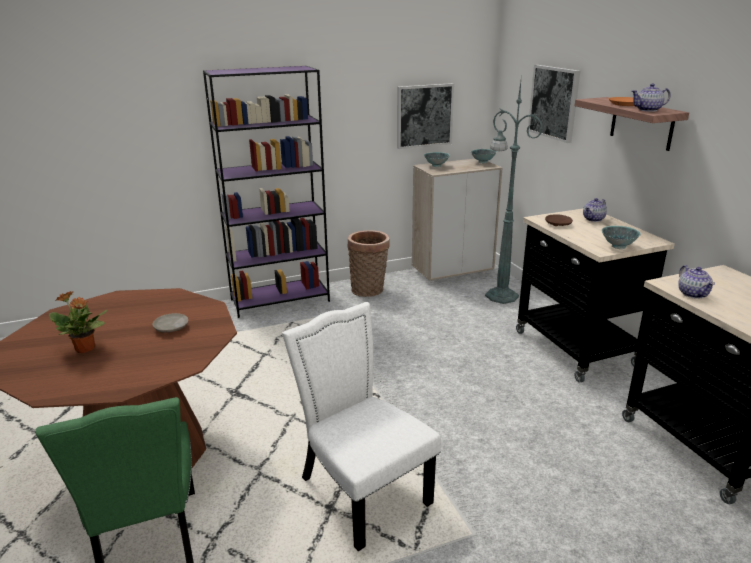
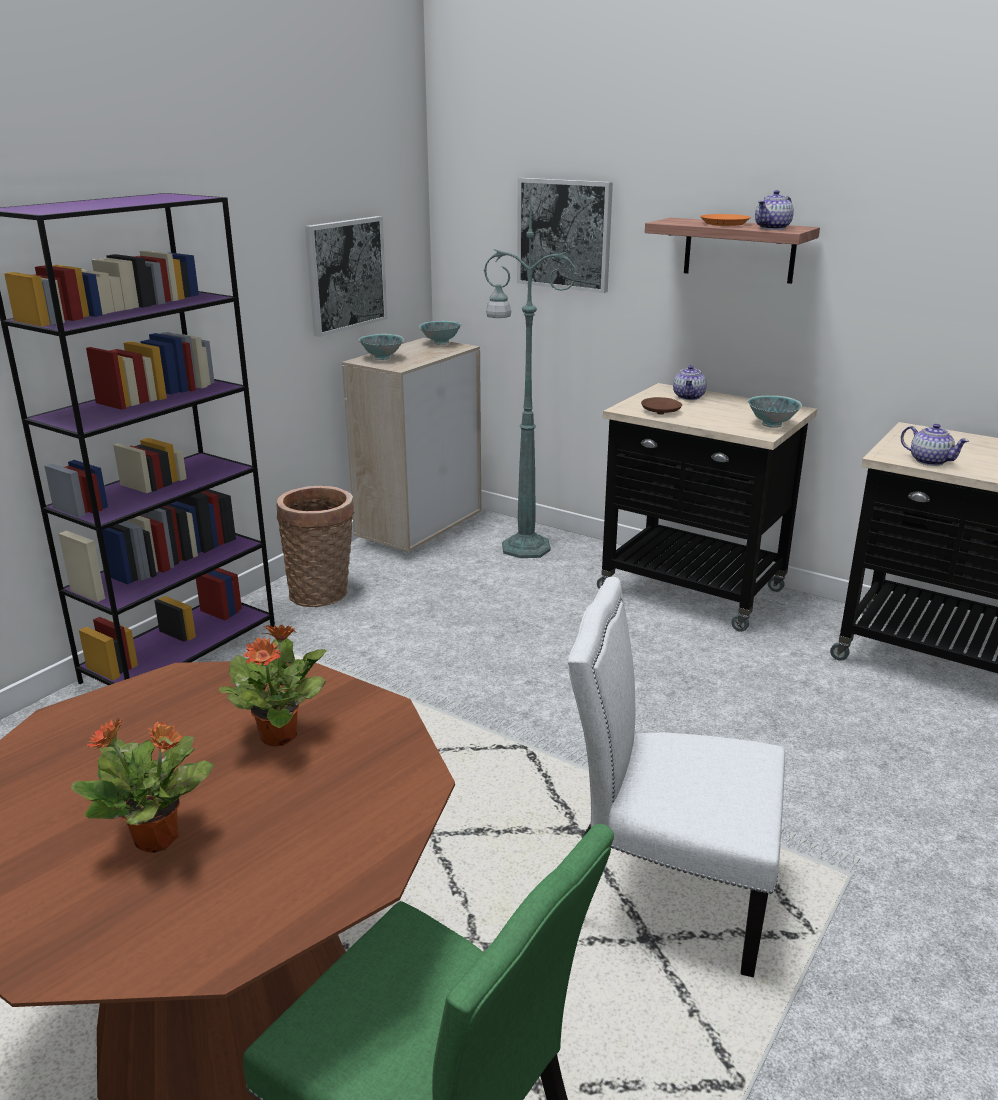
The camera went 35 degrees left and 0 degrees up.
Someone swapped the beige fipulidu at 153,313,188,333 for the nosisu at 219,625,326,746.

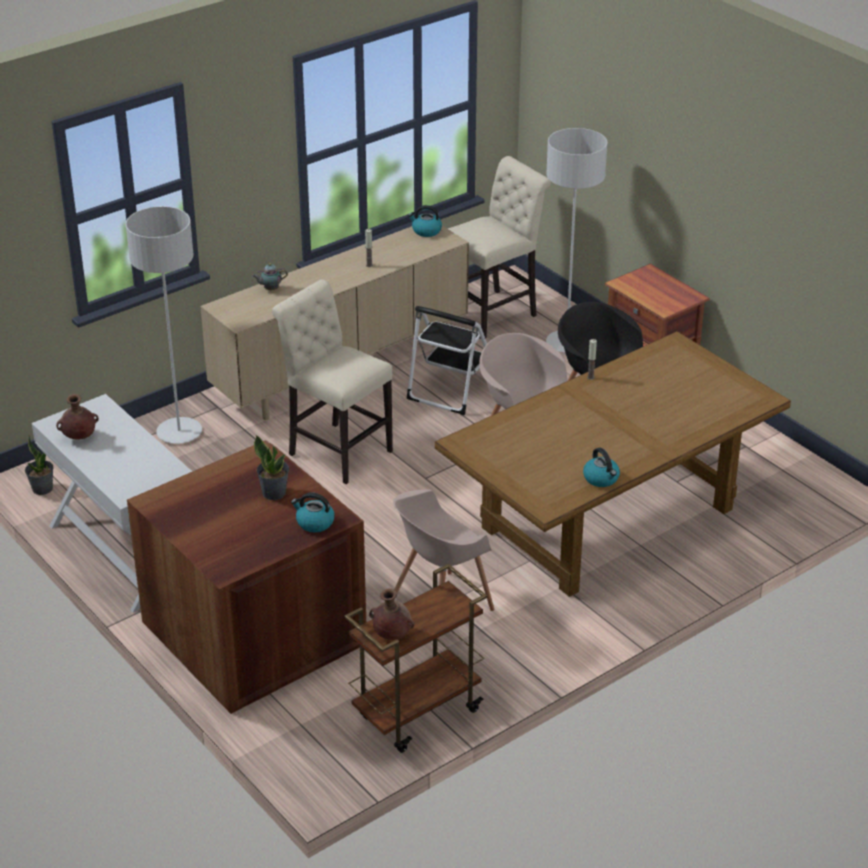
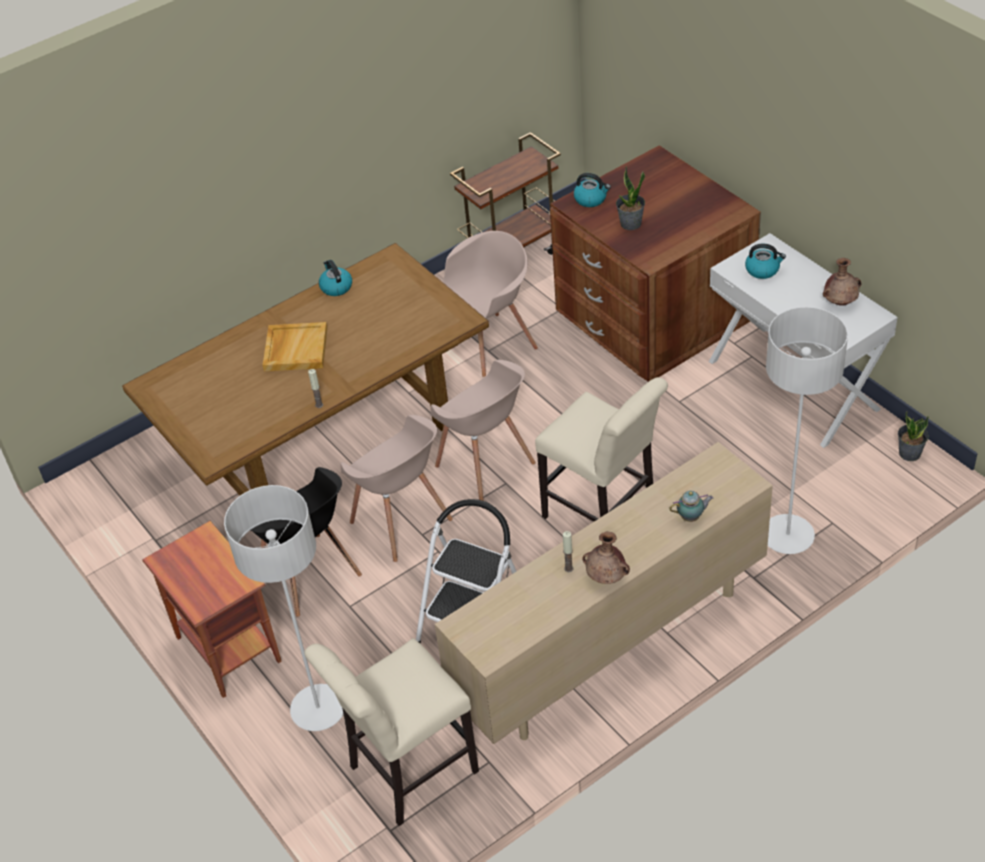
The camera went 175 degrees left and 10 degrees up.
Someone carried the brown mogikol from 369,588,415,640 to 582,532,630,584.
Someone carried the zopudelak from 408,205,442,237 to 745,244,786,279.
Someone put down the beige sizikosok at 263,322,327,371.
Someone put down the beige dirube at 430,360,536,501.

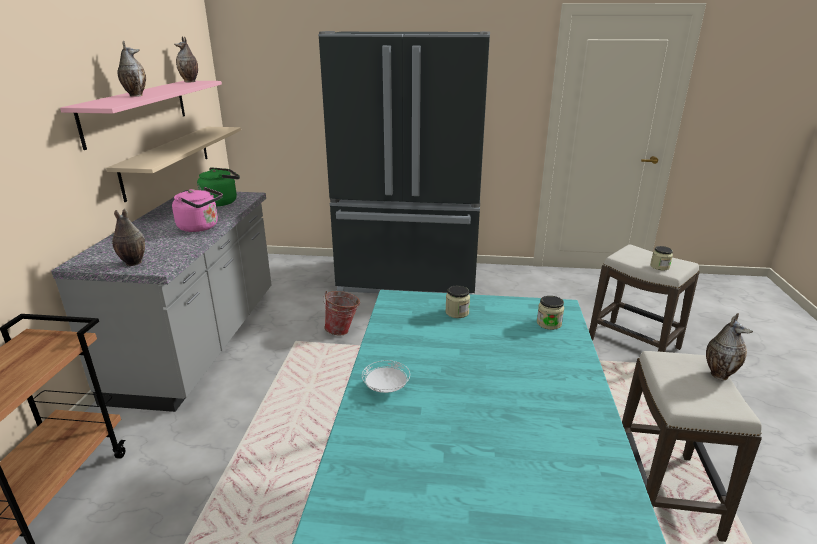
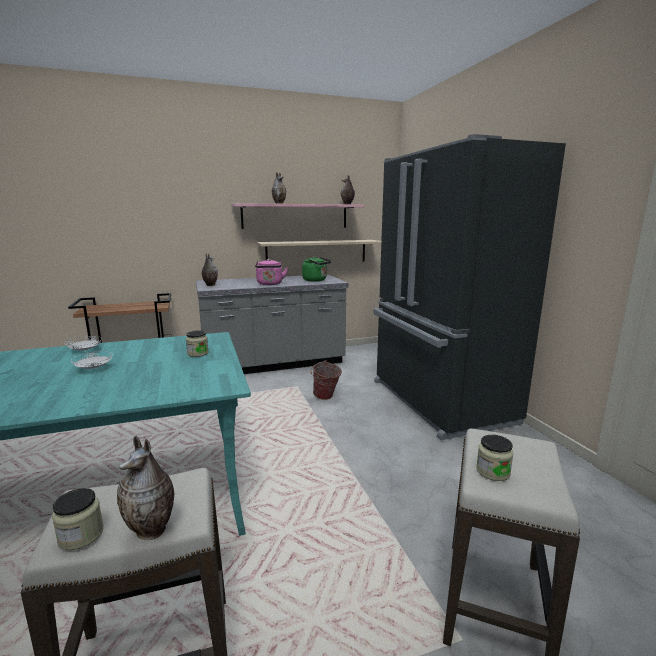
The camera went 65 degrees right and 10 degrees down.
Someone carried the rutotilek from 537,296,564,330 to 52,488,104,550.
Someone put down the white fipulidu at 70,351,113,369.

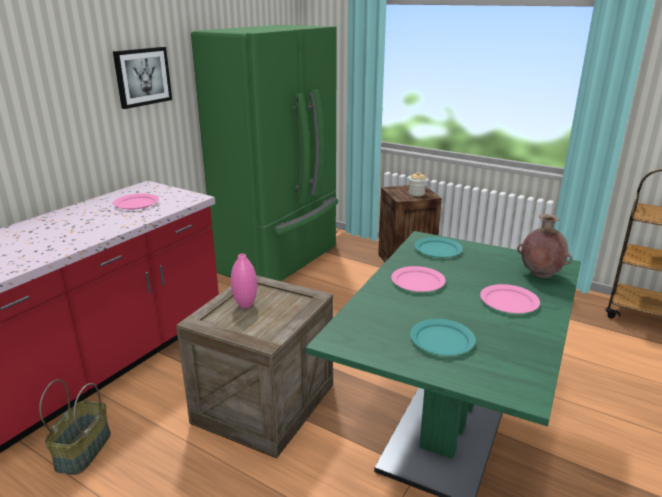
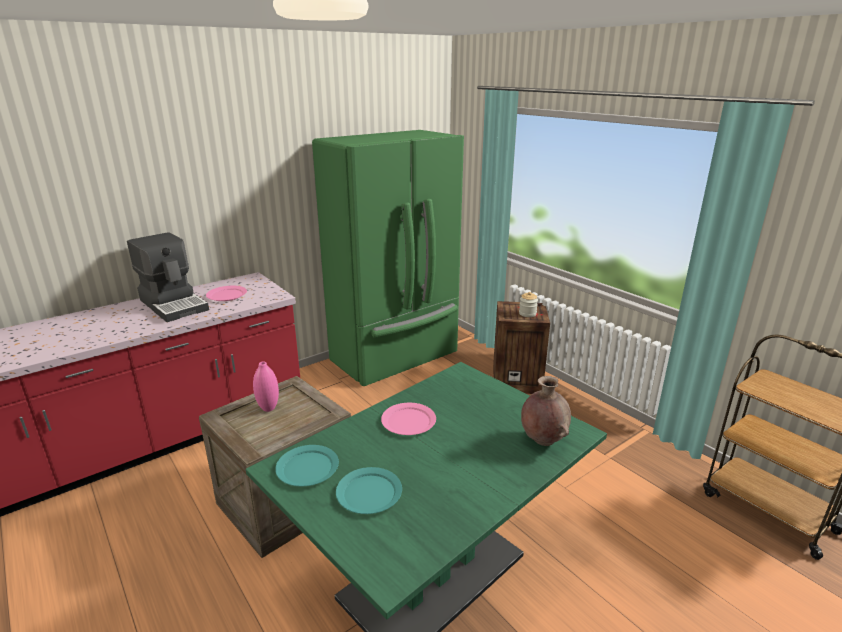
The camera went 20 degrees right and 0 degrees up.
Someone took away the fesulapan at 39,379,111,475.
Someone took away the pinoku at 113,47,172,109.
Someone carried the turquoise fipulidu from 414,237,463,258 to 275,445,339,486.
Someone took away the pink fipulidu at 480,284,540,313.
Someone put down the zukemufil at 127,232,209,322.

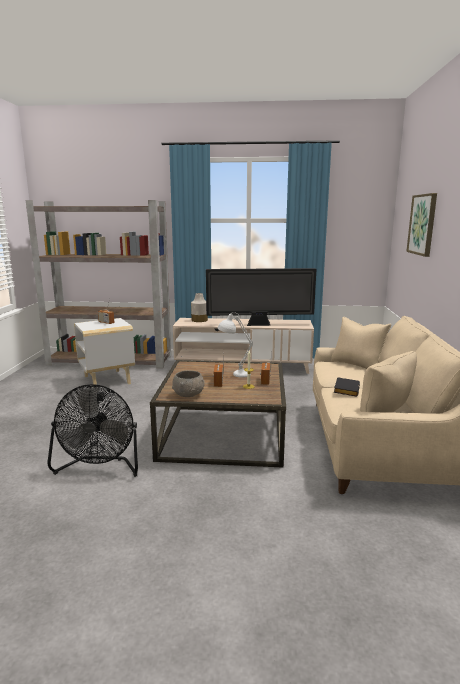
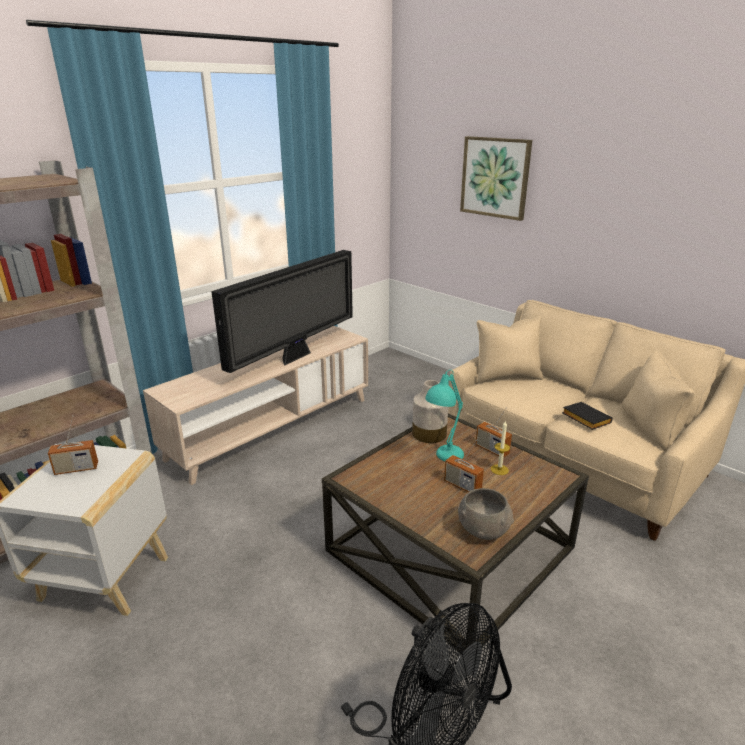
The camera went 50 degrees left and 10 degrees up.
Someone carried the beige mogikol from 191,293,208,322 to 412,380,448,443.
Someone repainted the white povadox at 218,312,253,378, which became the turquoise povadox at 425,370,464,461.

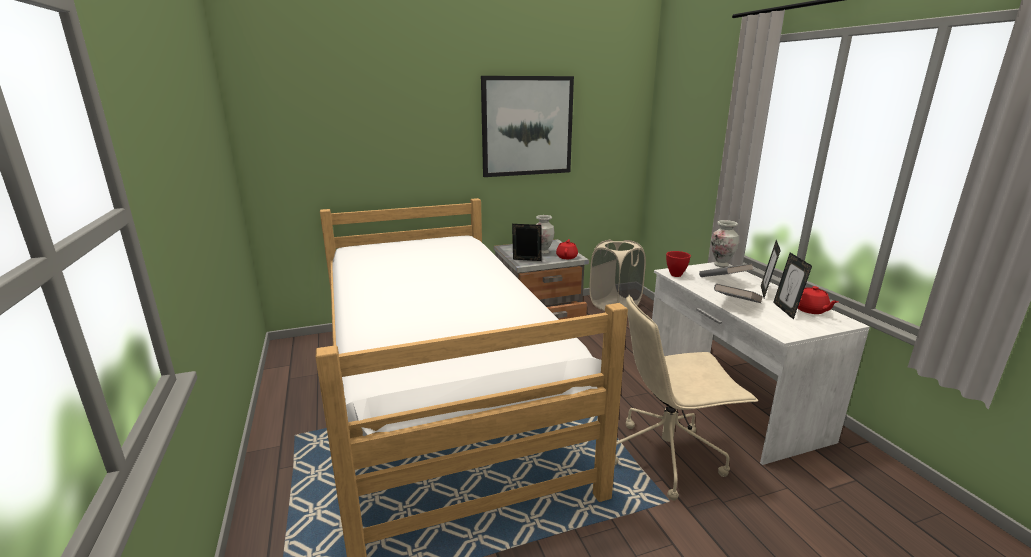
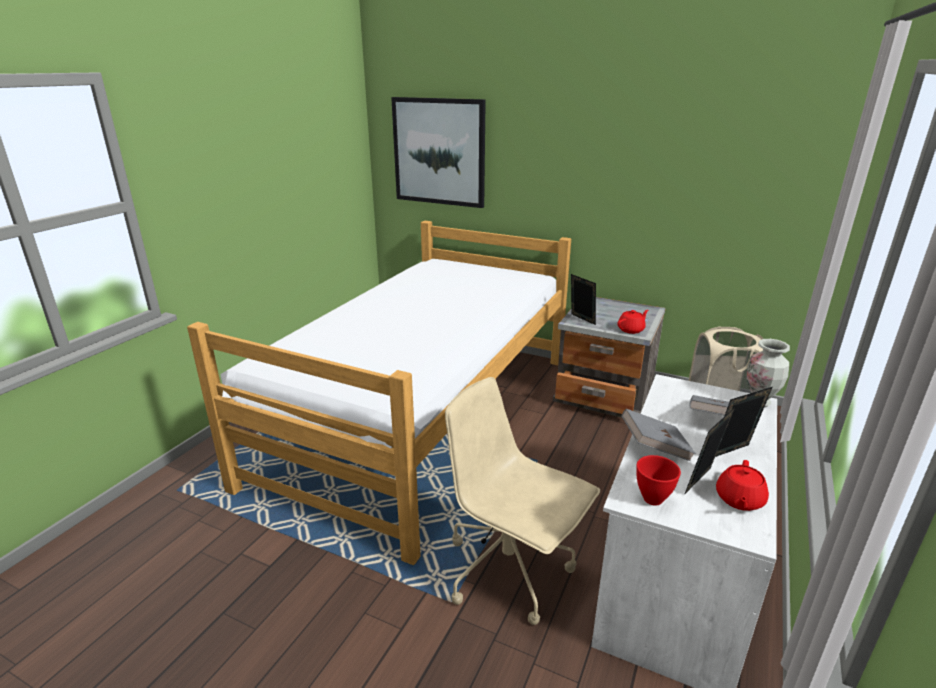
The camera went 45 degrees right and 5 degrees up.
Someone carried the pinoku from 481,76,574,177 to 391,97,486,208.
Someone took away the mogikol at 536,215,555,254.
Someone carried the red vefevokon from 666,251,691,277 to 637,455,681,506.

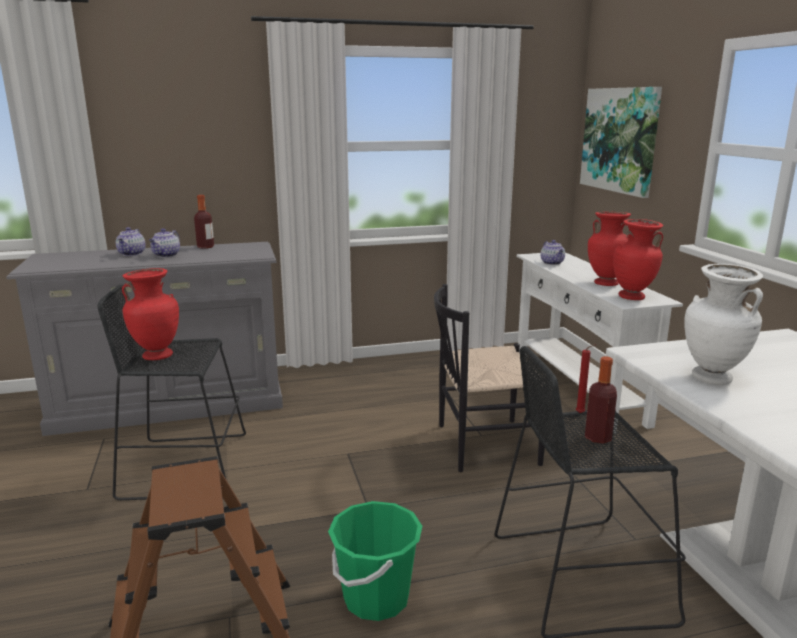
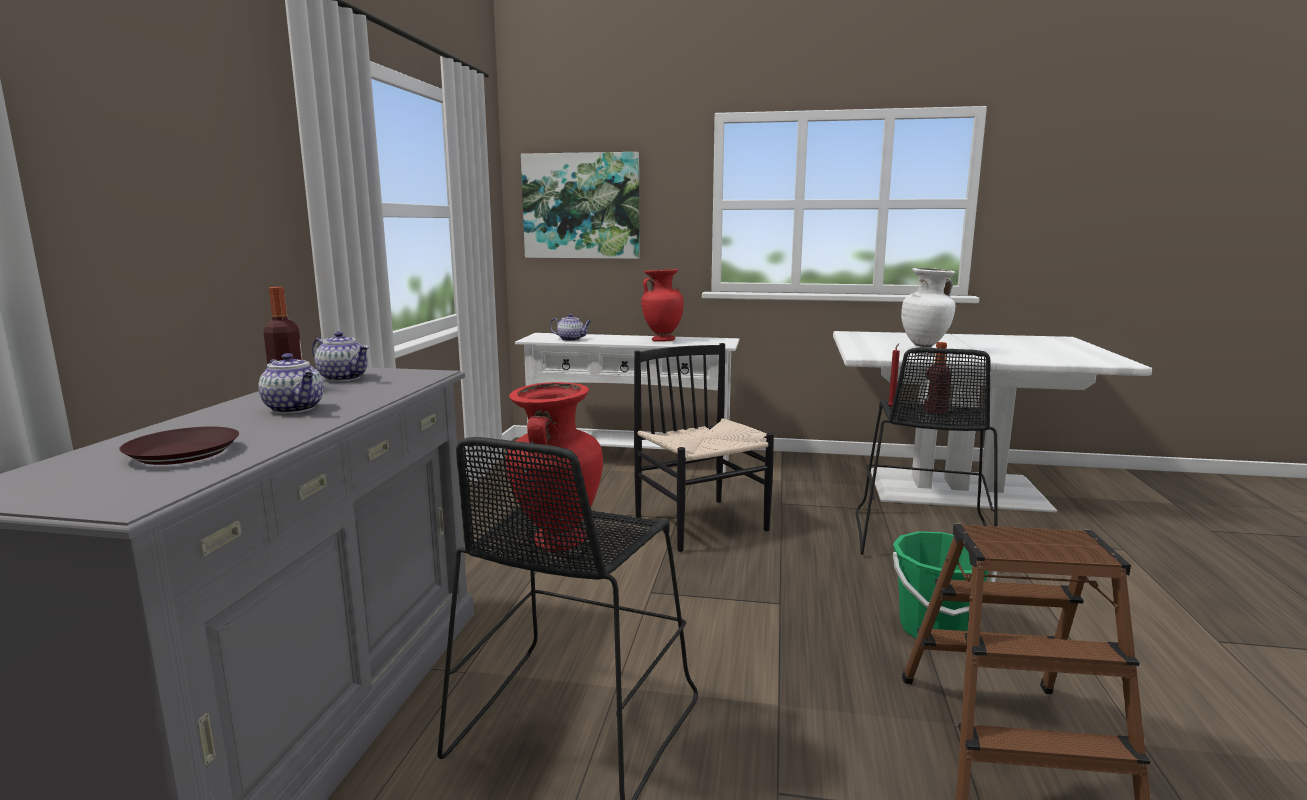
The camera went 65 degrees left and 5 degrees down.
Someone carried the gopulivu from 116,227,146,256 to 312,331,369,382.
Someone rotated the black dirube at 434,284,550,472 by 135 degrees clockwise.
Someone took away the red mogikol at 613,219,663,300.
Someone put down the brown fipulidu at 119,426,239,465.

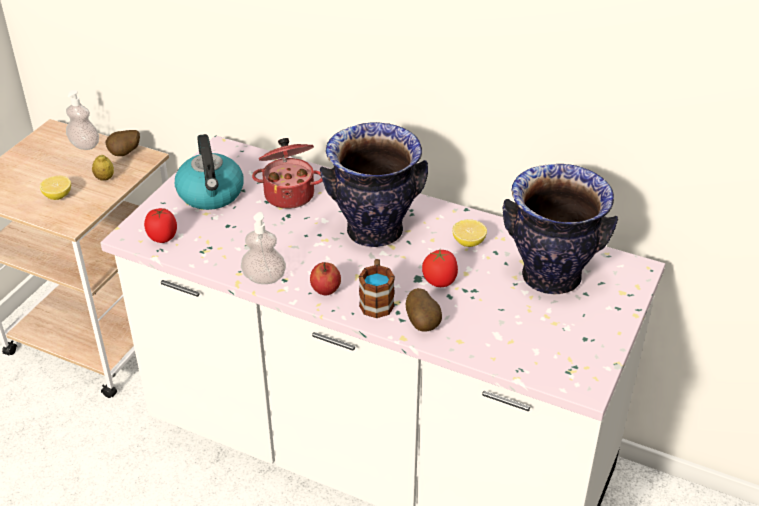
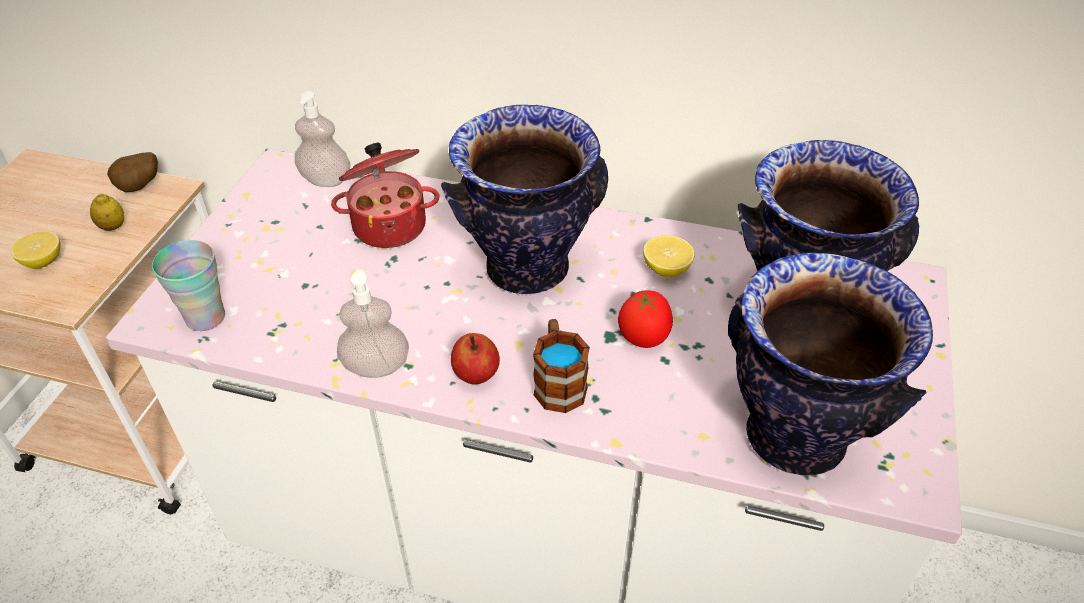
The camera went 10 degrees left and 5 degrees up.
Someone carried the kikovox from 66,90,99,150 to 295,91,351,187.
Someone swapped the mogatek at 144,208,177,243 for the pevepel at 152,240,225,331.
Someone took away the zopudelak at 175,134,244,210.
Someone took away the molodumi at 406,288,442,332.
Someone put down the mogikol at 728,252,933,476.

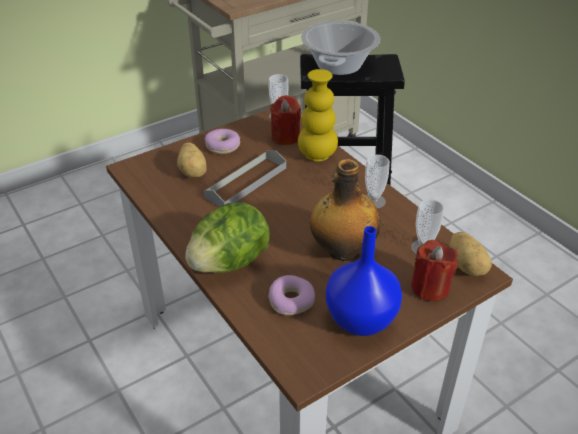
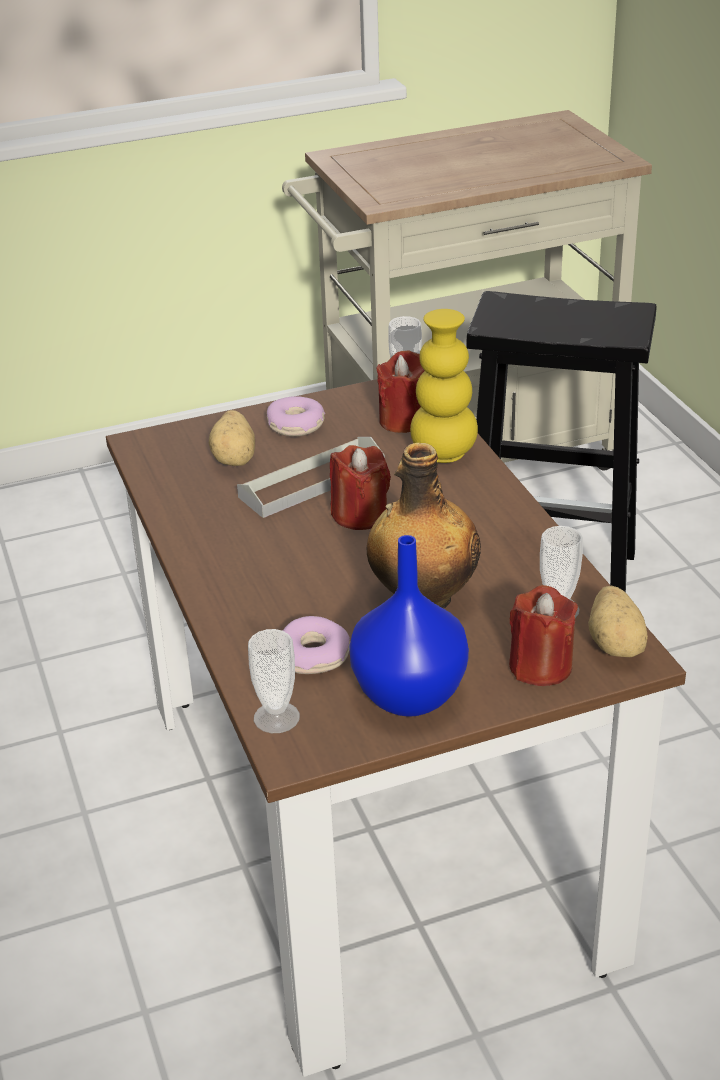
The camera went 15 degrees right and 5 degrees down.
Someone took away the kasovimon at 185,202,270,273.
Someone took away the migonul at 301,21,380,75.
Someone carried the pevepel from 365,155,390,209 to 248,629,300,733.
Someone put down the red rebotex at 330,445,391,530.

